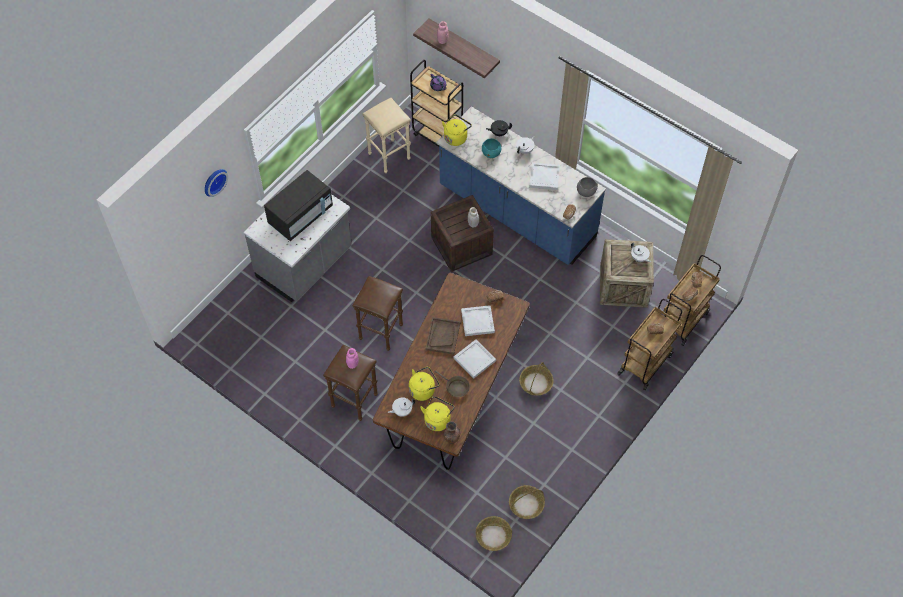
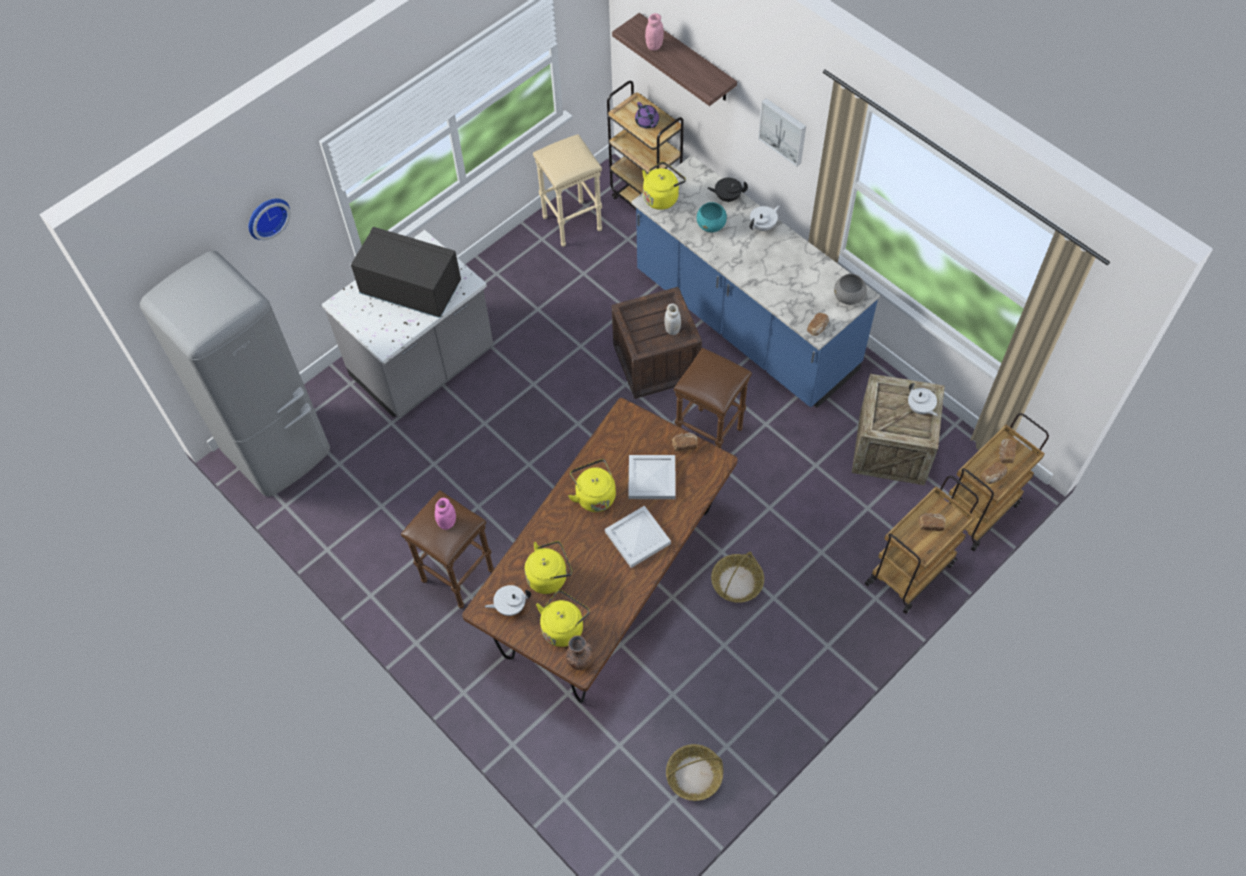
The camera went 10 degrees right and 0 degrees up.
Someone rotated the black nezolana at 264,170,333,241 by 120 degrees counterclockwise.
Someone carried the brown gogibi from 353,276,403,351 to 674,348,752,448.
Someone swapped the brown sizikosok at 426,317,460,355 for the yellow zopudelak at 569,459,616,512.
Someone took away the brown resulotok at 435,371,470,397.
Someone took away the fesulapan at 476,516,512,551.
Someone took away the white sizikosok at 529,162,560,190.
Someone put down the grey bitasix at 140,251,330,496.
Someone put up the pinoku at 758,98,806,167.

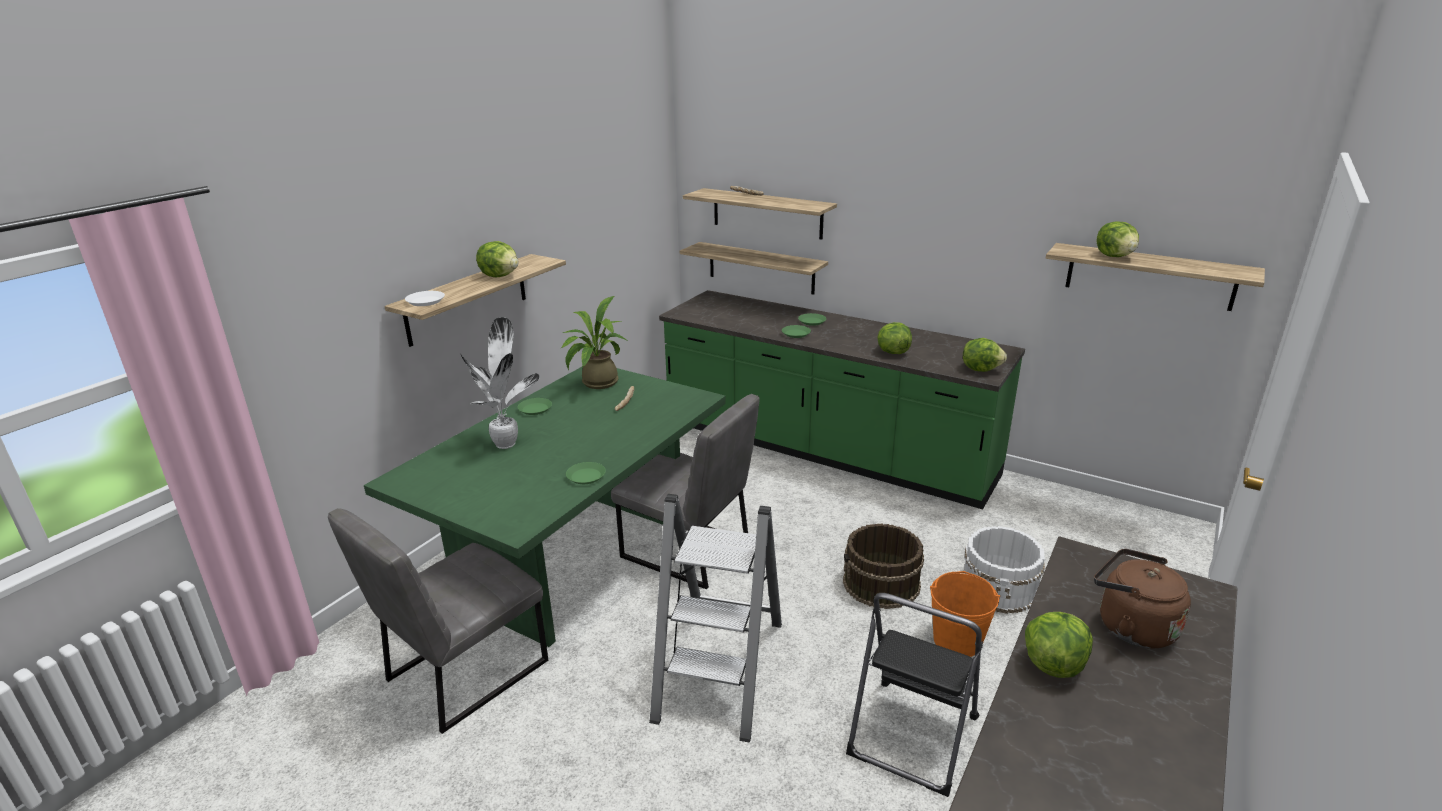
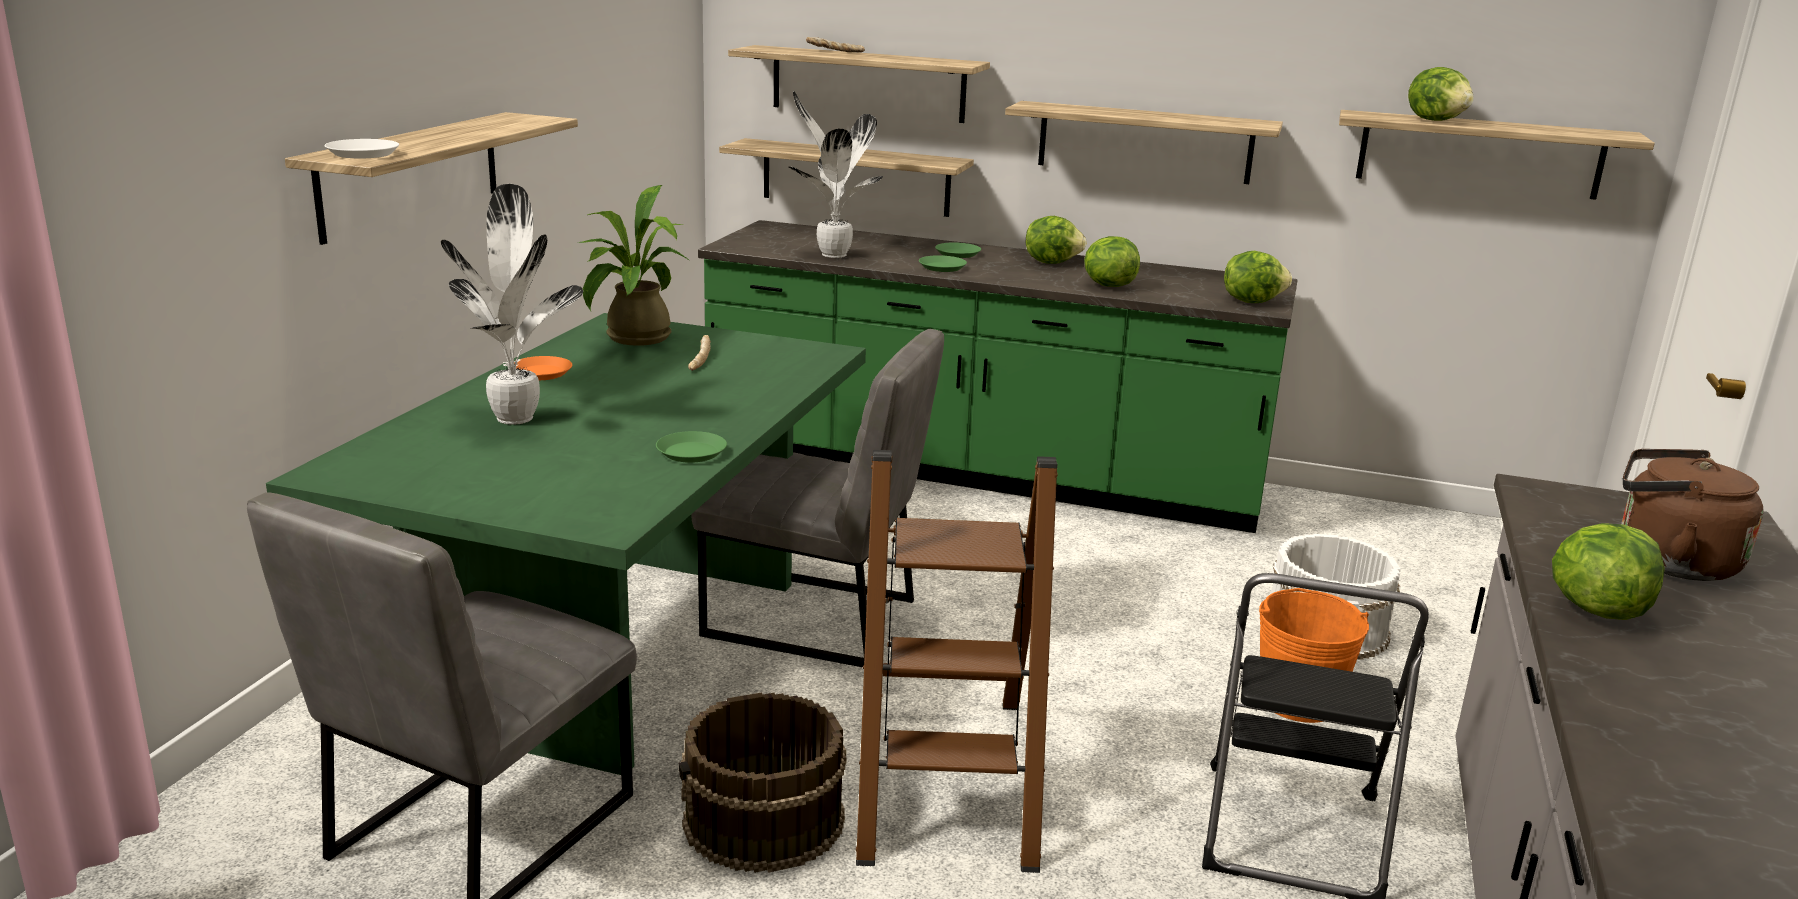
The camera went 15 degrees left and 5 degrees down.
Someone carried the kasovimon from 476,241,519,277 to 1026,216,1087,264.
Someone repainted the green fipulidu at 518,398,552,415, which became the orange fipulidu at 514,356,572,380.
Someone repainted the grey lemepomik at 649,494,782,743, which became the brown lemepomik at 856,450,1058,873.
Someone carried the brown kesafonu from 843,523,924,609 to 678,692,847,873.
Someone put down the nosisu at 788,91,883,258.
Someone put up the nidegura at 1005,101,1283,184.

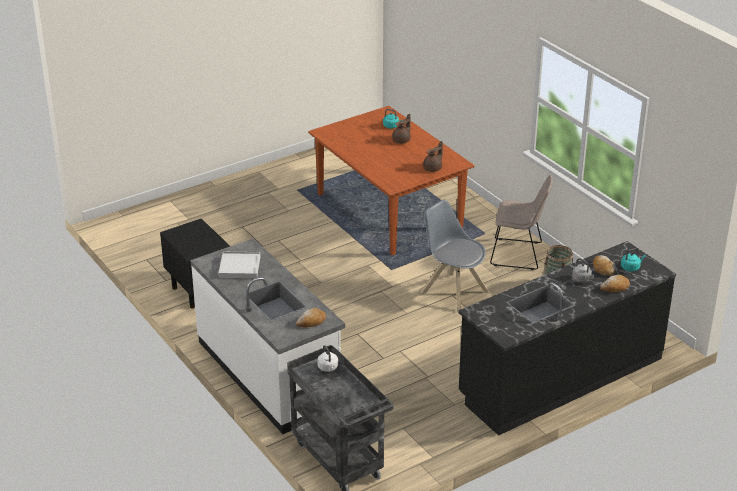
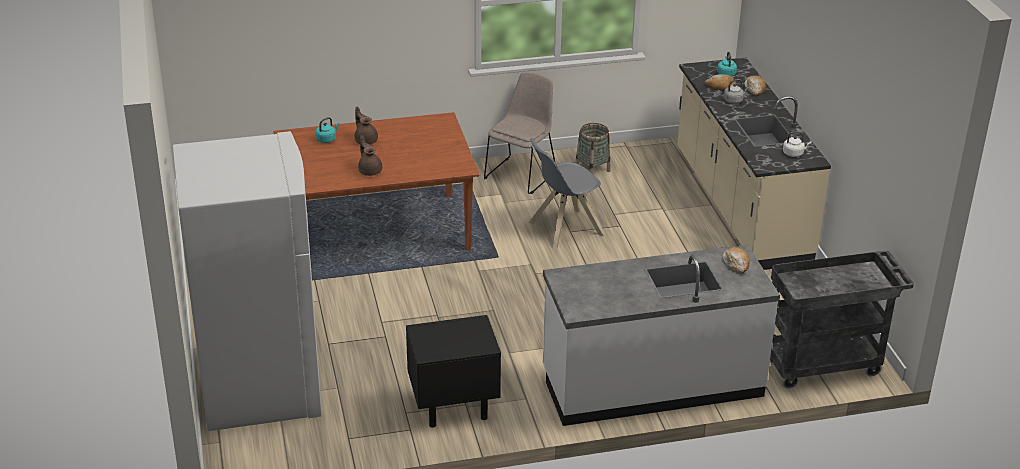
The camera went 70 degrees left and 0 degrees up.
Someone took away the white sizikosok at 219,252,260,278.
Someone carried the white zopudelak from 317,345,338,372 to 783,131,812,157.
Someone carried the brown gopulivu from 423,141,443,172 to 358,136,382,176.
Someone repainted the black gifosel at 458,241,676,436, which became the beige gifosel at 677,58,831,270.
Someone put down the white bitasix at 173,131,321,431.

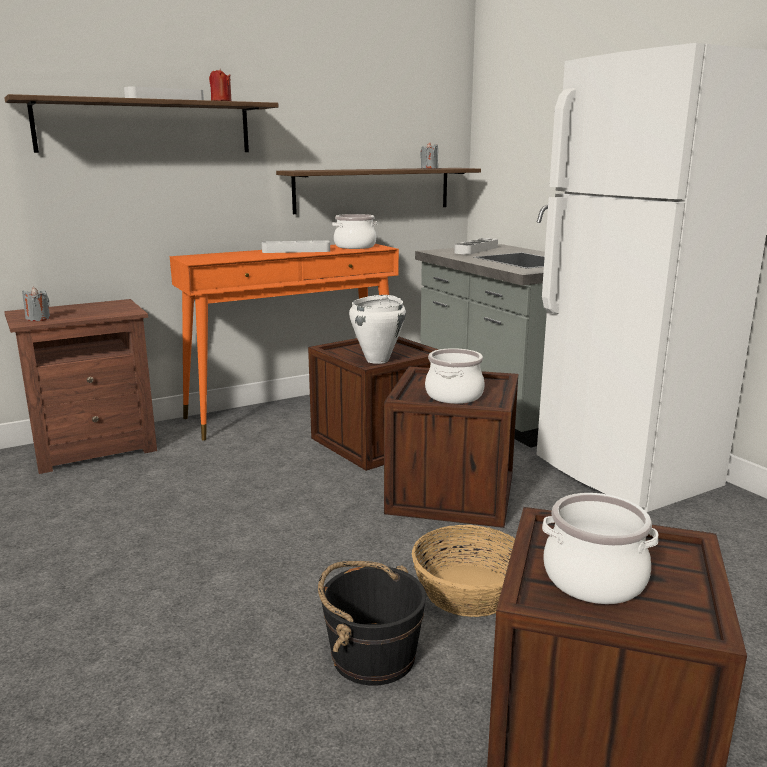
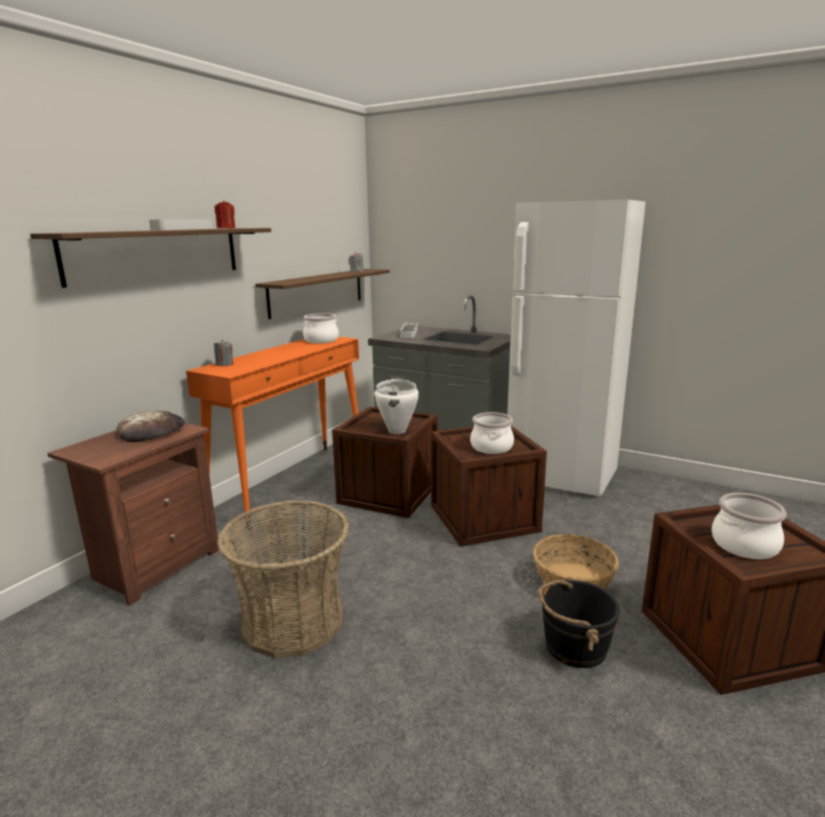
The camera went 30 degrees left and 0 degrees up.
Someone carried the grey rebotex from 22,287,50,321 to 214,339,234,366.
Someone took away the grey sizikosok at 262,240,330,253.
Someone put down the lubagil at 117,411,185,442.
Someone put down the fesulapan at 217,500,350,658.

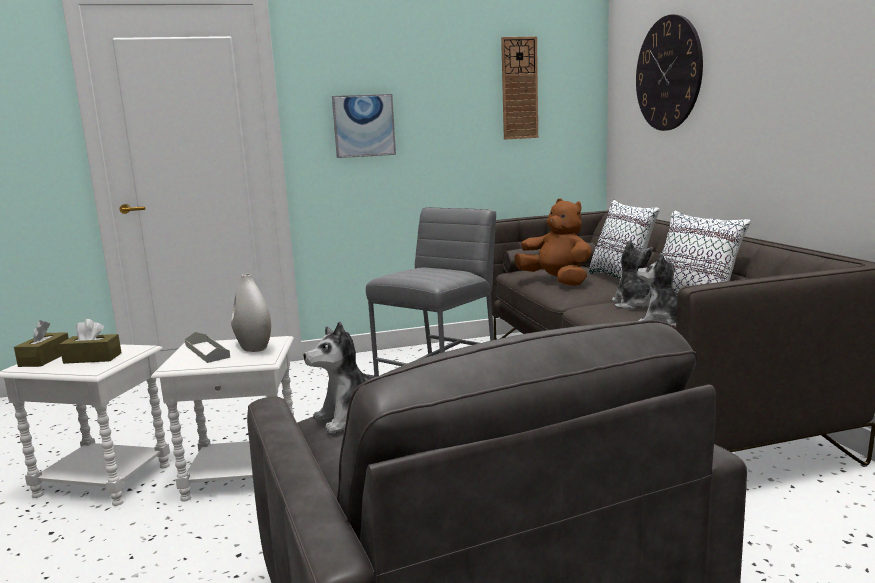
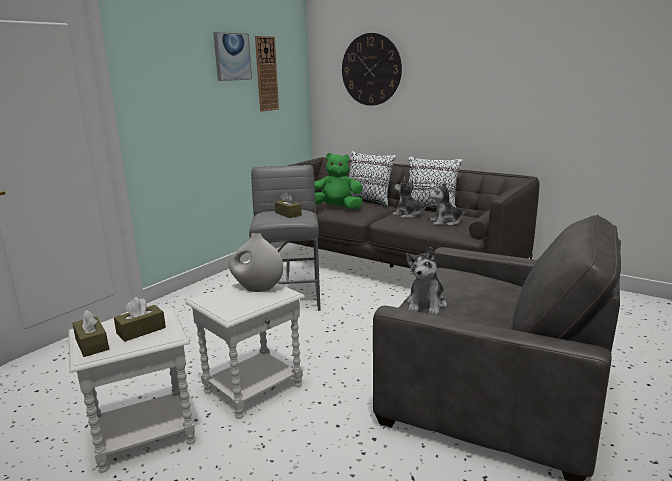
The camera went 40 degrees left and 5 degrees up.
Someone took away the grey sizikosok at 185,332,230,363.
Someone carried the pinoku from 332,94,396,158 to 213,32,252,81.
Someone repainted the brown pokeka at 514,198,592,286, which became the green pokeka at 314,153,363,210.
Someone put down the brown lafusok at 275,192,302,218.

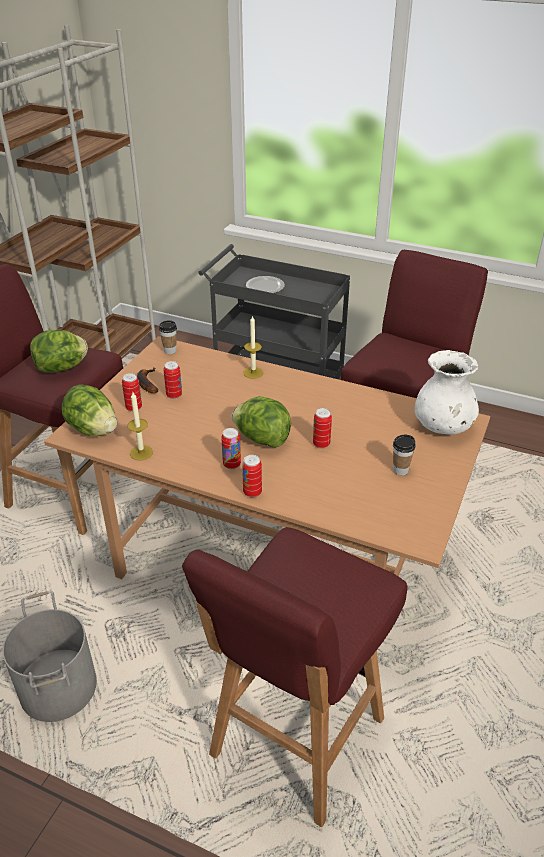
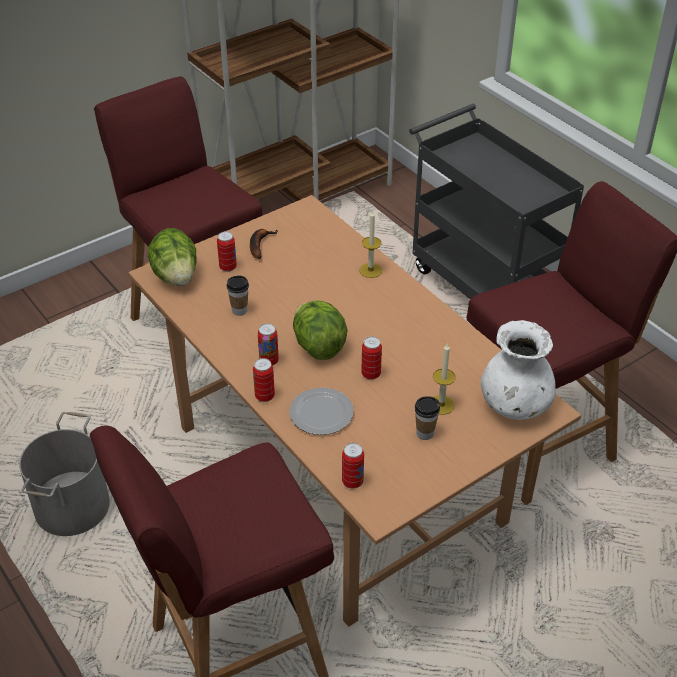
The camera went 30 degrees right and 5 degrees up.
Someone took away the kasovimon at 30,330,88,373.
Someone carried the rebotex from 127,392,153,460 to 433,343,456,415.
Someone carried the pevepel from 159,320,177,354 to 227,275,249,316.
Someone carried the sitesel from 164,361,182,399 to 342,443,364,489.
Someone carried the fipulidu from 246,276,285,293 to 289,388,354,435.

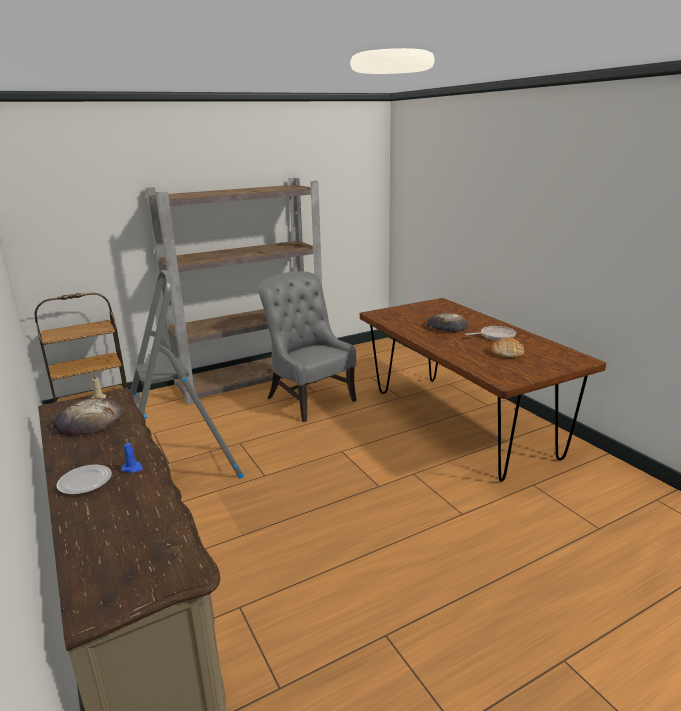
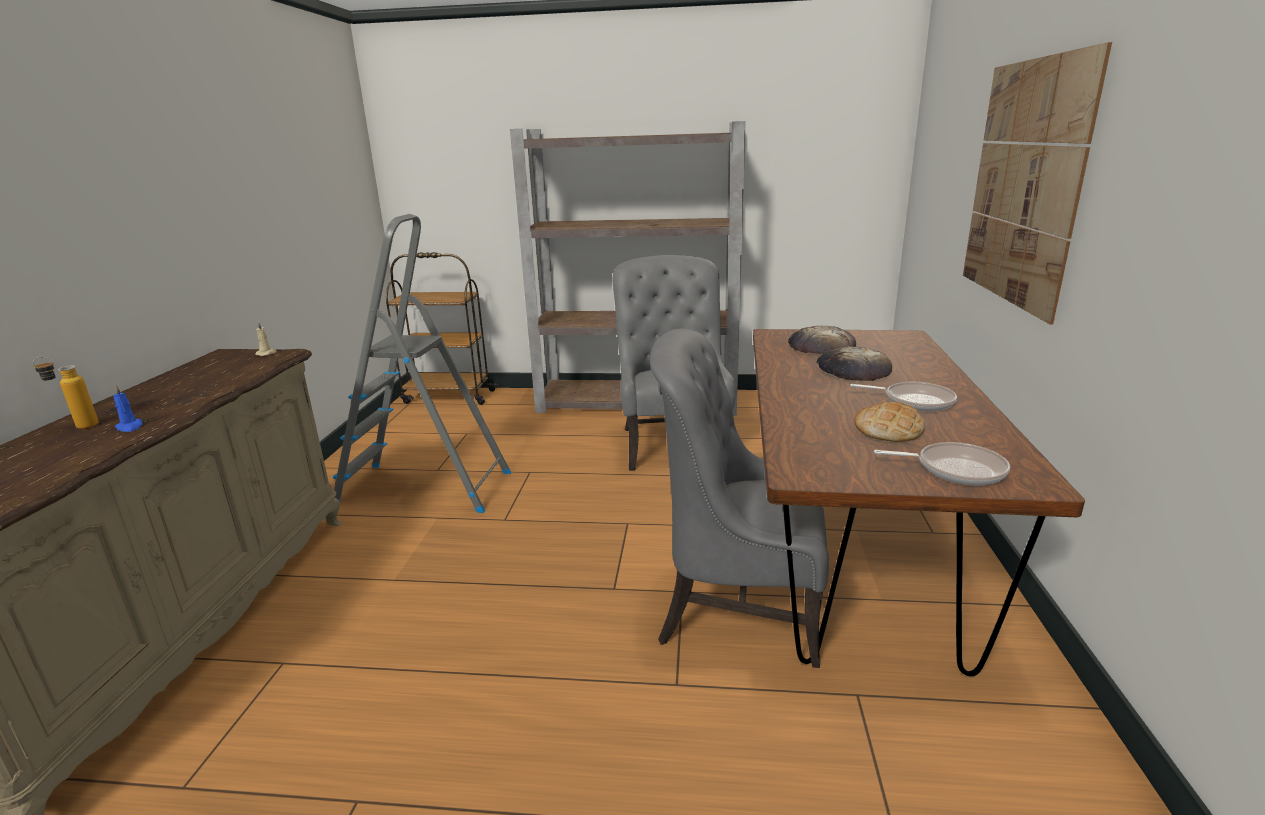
The camera went 35 degrees right and 0 degrees up.
Someone carried the lubagil from 53,398,124,436 to 788,326,856,354.
Someone swapped the fipulidu at 57,464,112,495 for the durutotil at 33,357,99,429.
Someone put down the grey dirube at 650,329,829,668.
Someone put down the resulotok at 874,442,1010,485.
Someone put up the pinoku at 963,42,1112,325.

